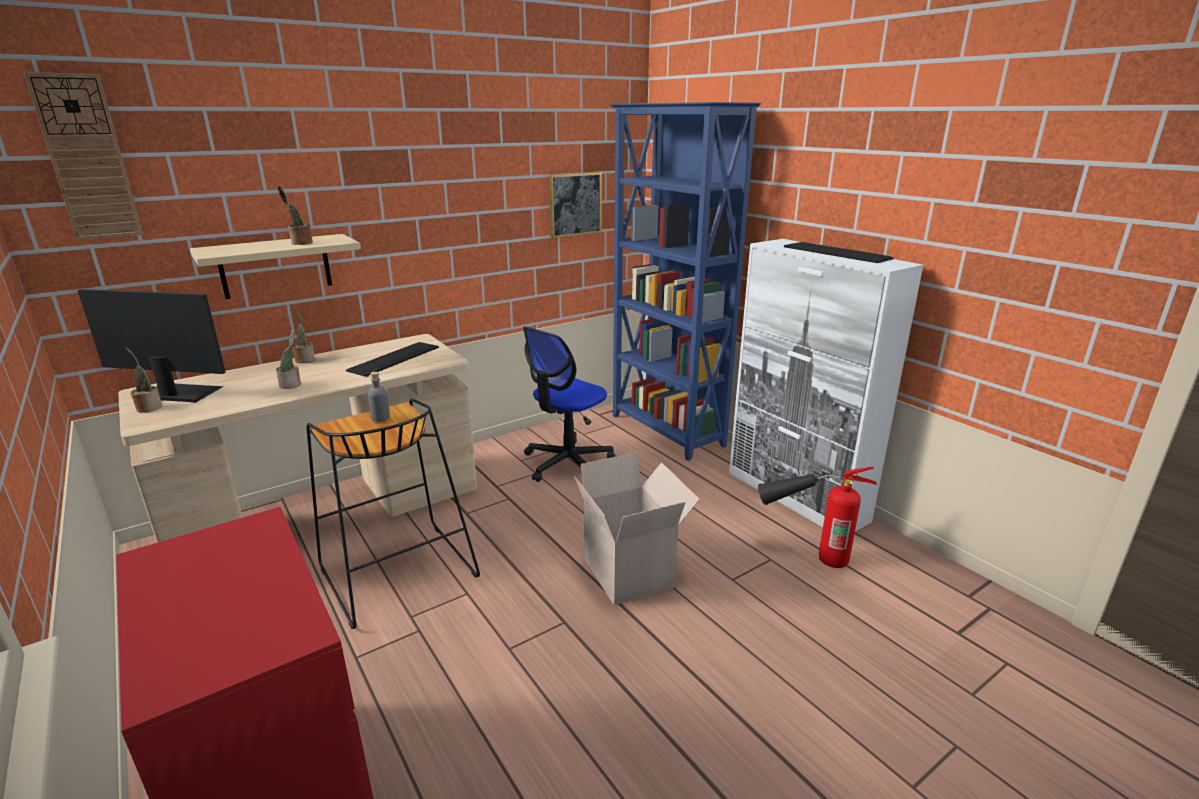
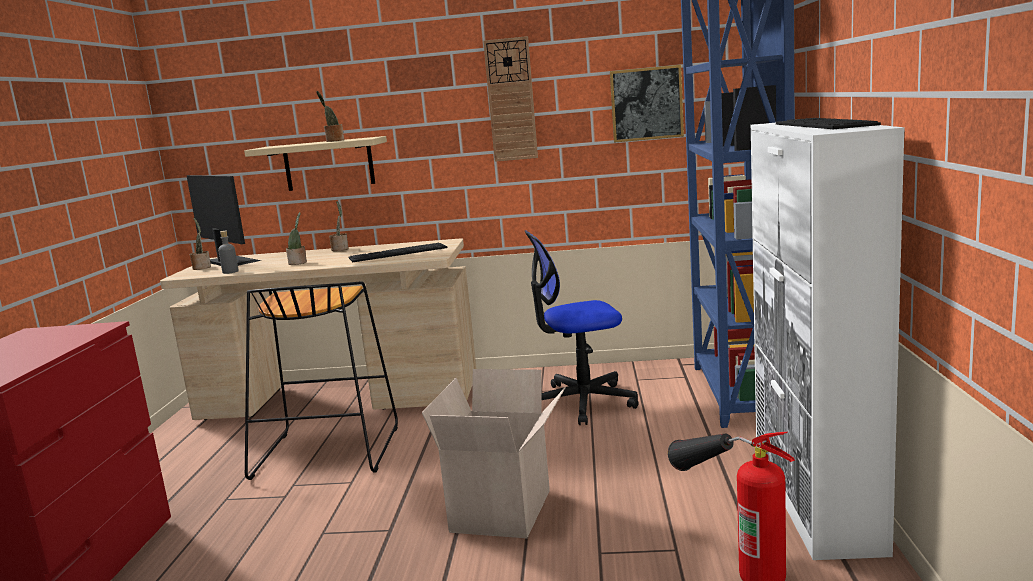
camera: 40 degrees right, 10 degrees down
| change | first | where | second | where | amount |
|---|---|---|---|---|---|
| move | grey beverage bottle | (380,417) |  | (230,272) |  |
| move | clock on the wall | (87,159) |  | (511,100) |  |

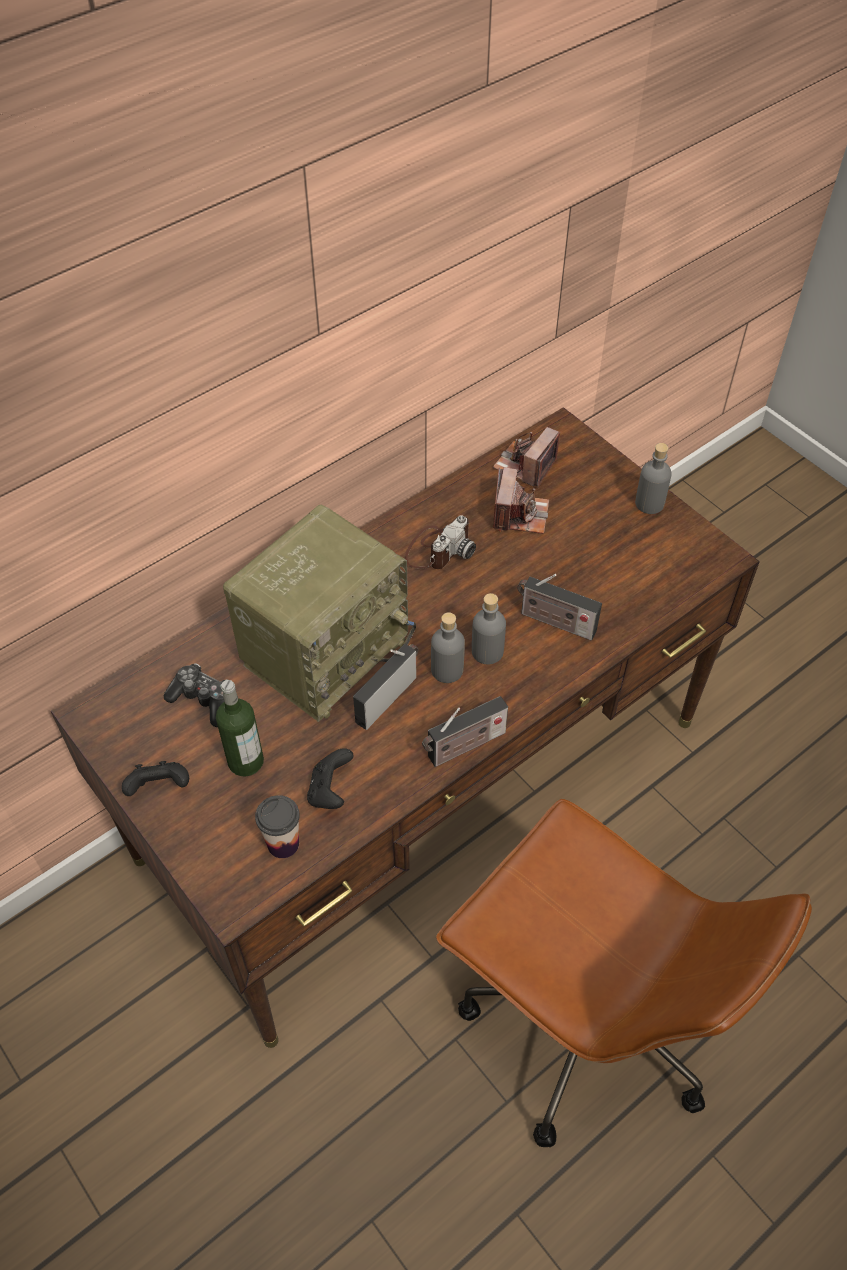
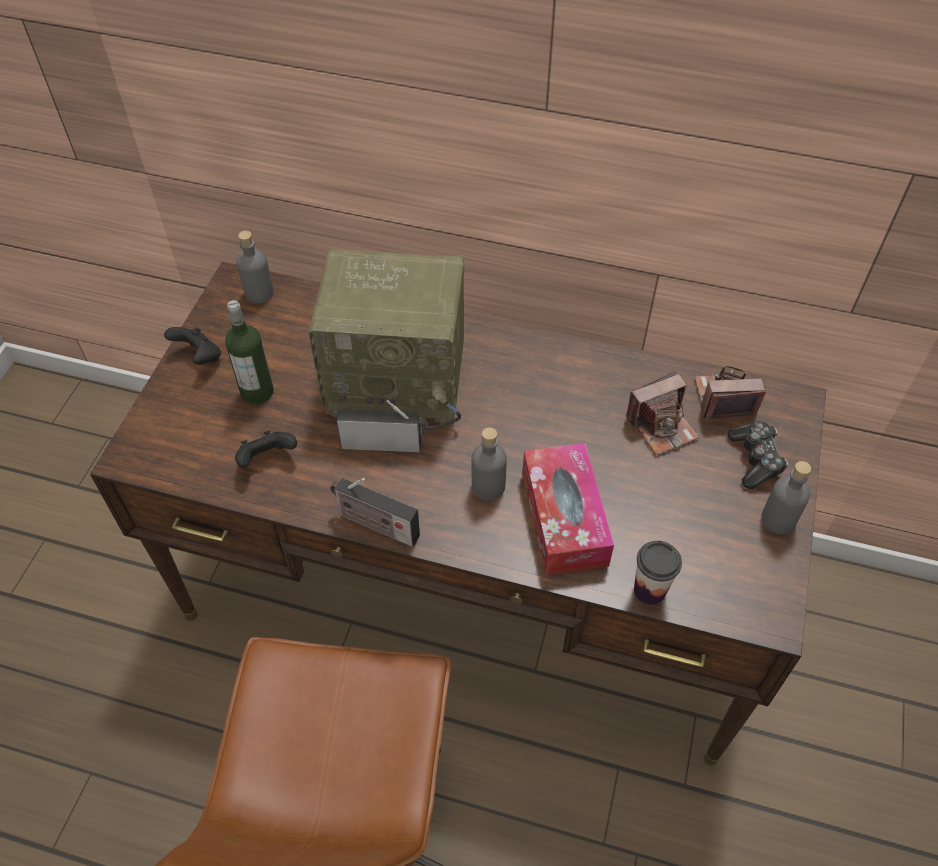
camera: 55 degrees right, 0 degrees up
| change | first | where | second | where | amount |
|---|---|---|---|---|---|
| move | grey beverage bottle | (447,670) |  | (259,293) |  |
| replace | radio | (554,622) | box of tissues | (564,518) |  |
| move | drinking cup | (283,843) |  | (649,590) |  |
| move | gamepad | (203,699) |  | (755,459) |  |
| delete | photo camera | (438,549) |  |  |  |

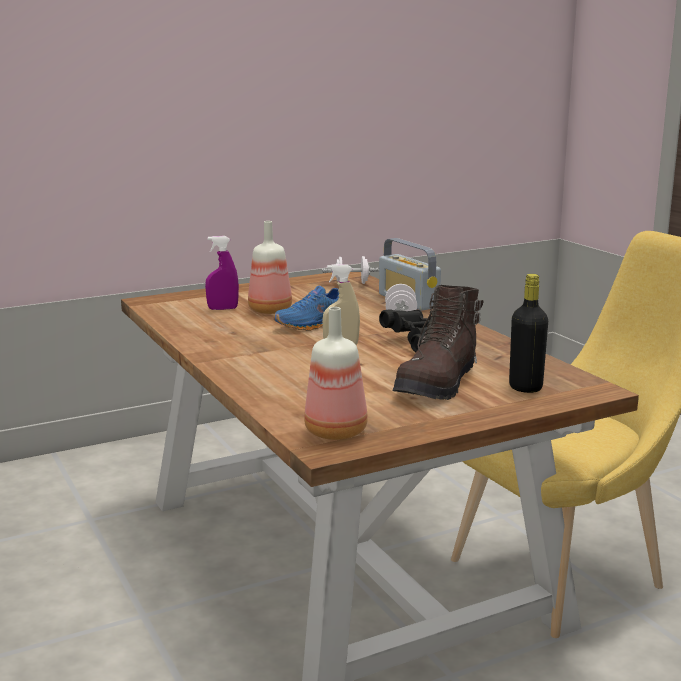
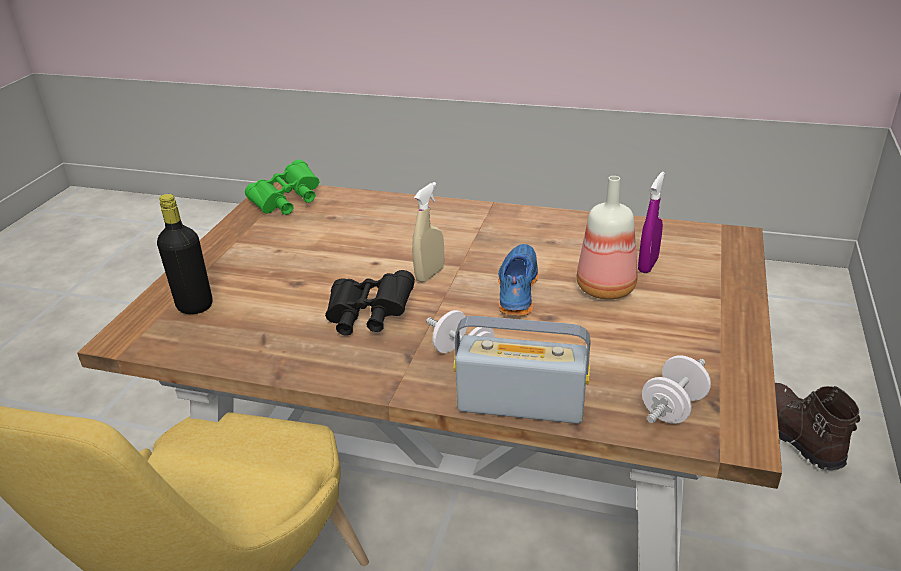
camera: 135 degrees right, 15 degrees up
| change | first | where | second | where | amount |
|---|---|---|---|---|---|
| replace | beverage bottle | (337,431) | green-coloured field glasses | (287,202) |  |
| move | brownish high-top boot | (439,384) |  | (795,436) |  |

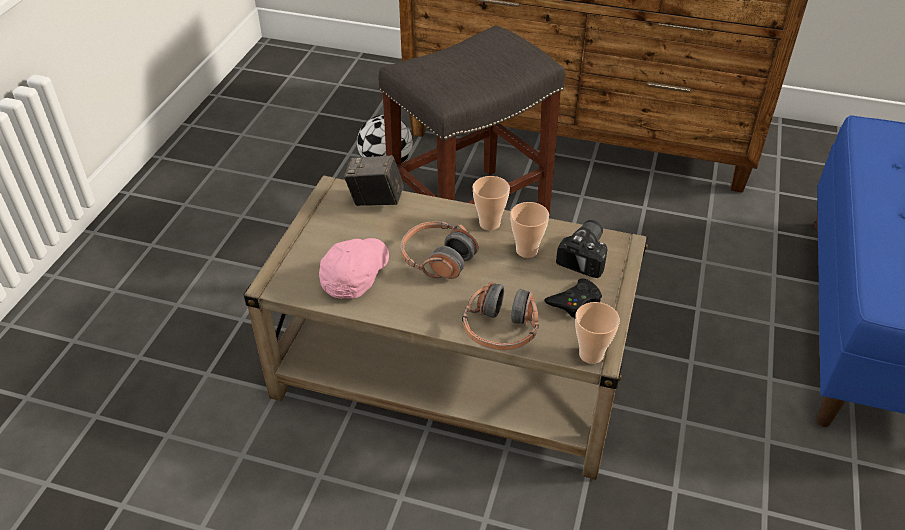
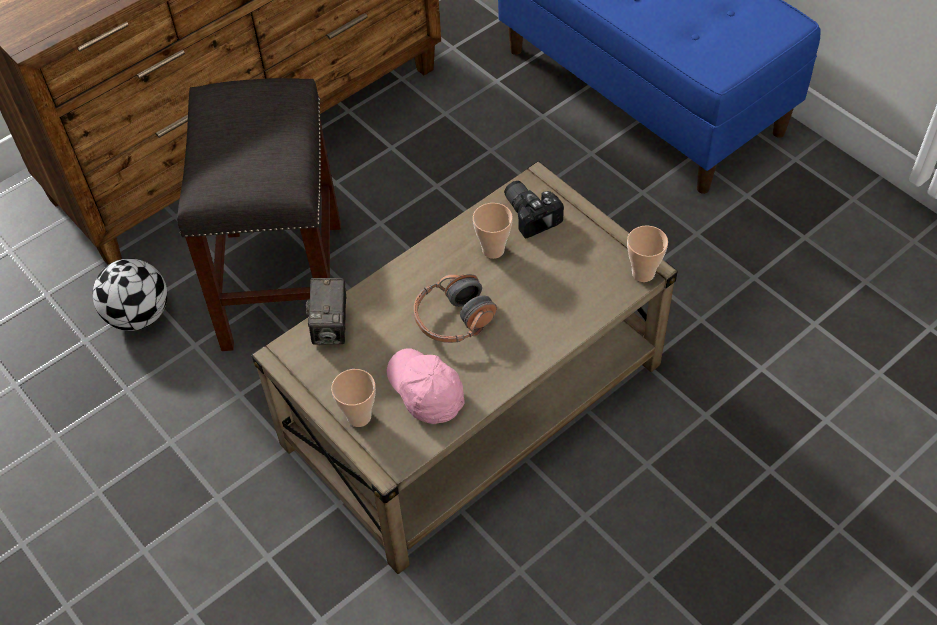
camera: 55 degrees left, 10 degrees up
| change | first | where | second | where | amount |
|---|---|---|---|---|---|
| rotate | photo camera | (376,200) |  | (331,328) | 45 degrees counterclockwise |
| move | drinking cup | (489,223) |  | (359,416) |  |
| delete | headset | (501,329) |  |  |  |
| delete | black-coloured gamepad | (575,302) |  |  |  |

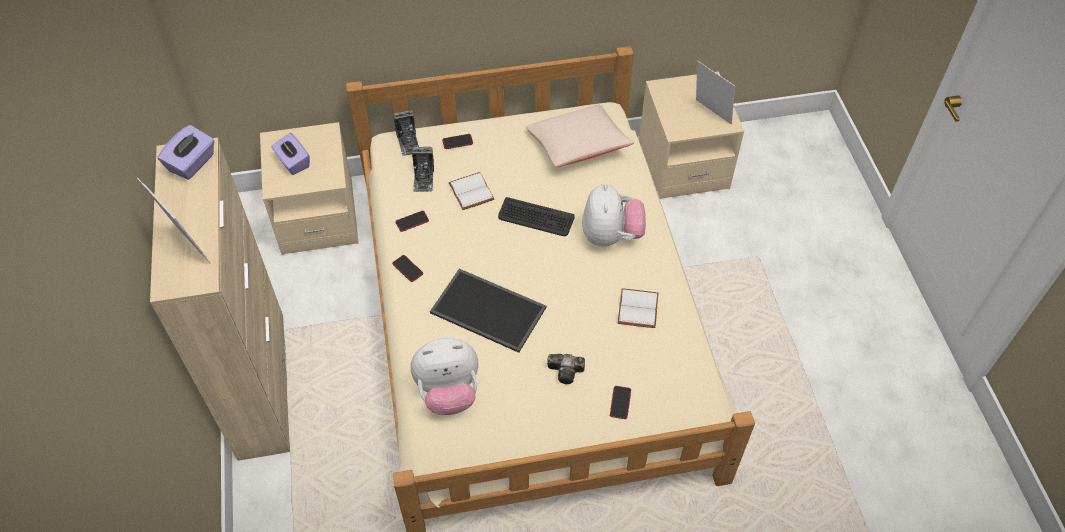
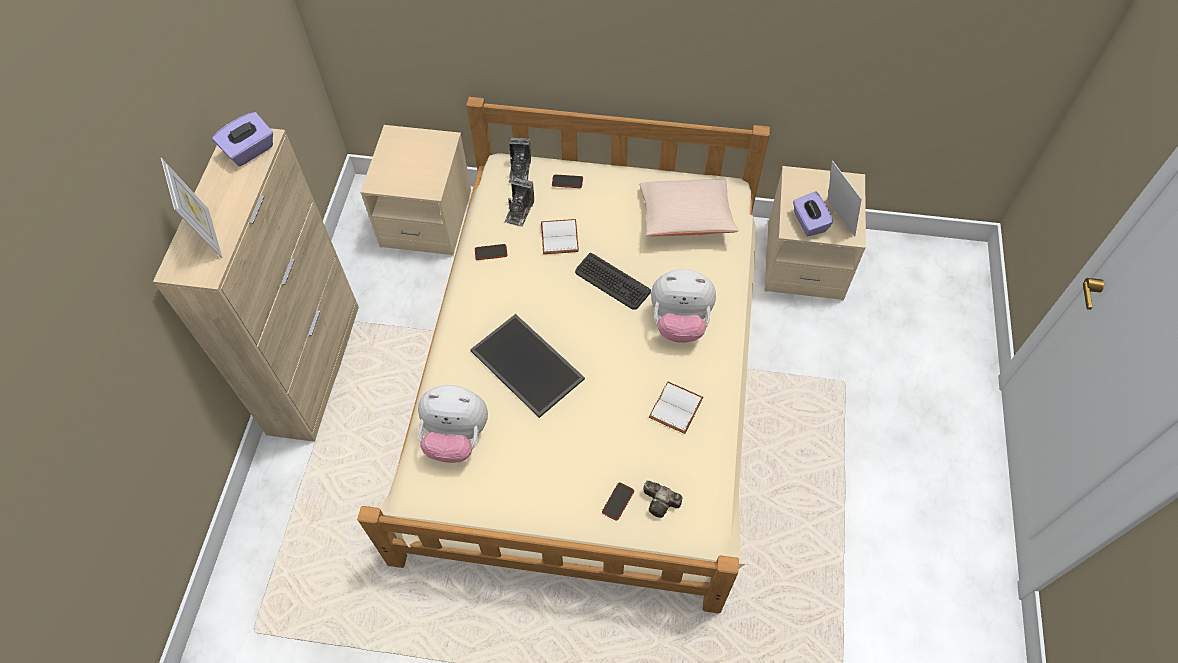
camera: 20 degrees right, 5 degrees up
| change | first | where | second | where | amount |
|---|---|---|---|---|---|
| move | photo camera | (567,372) |  | (662,503) |  |
| rotate | plush toy | (611,236) |  | (680,322) | 75 degrees clockwise |
| move | purple box of tissues | (293,162) |  | (809,222) |  |
| delete | telephone | (407,269) |  |  |  |

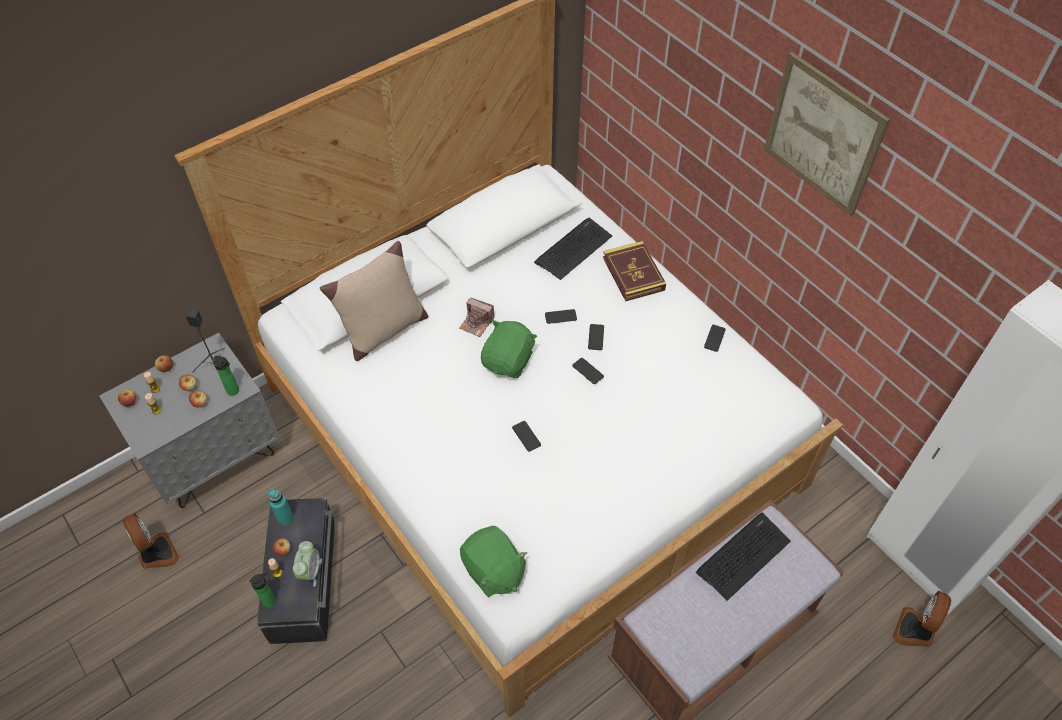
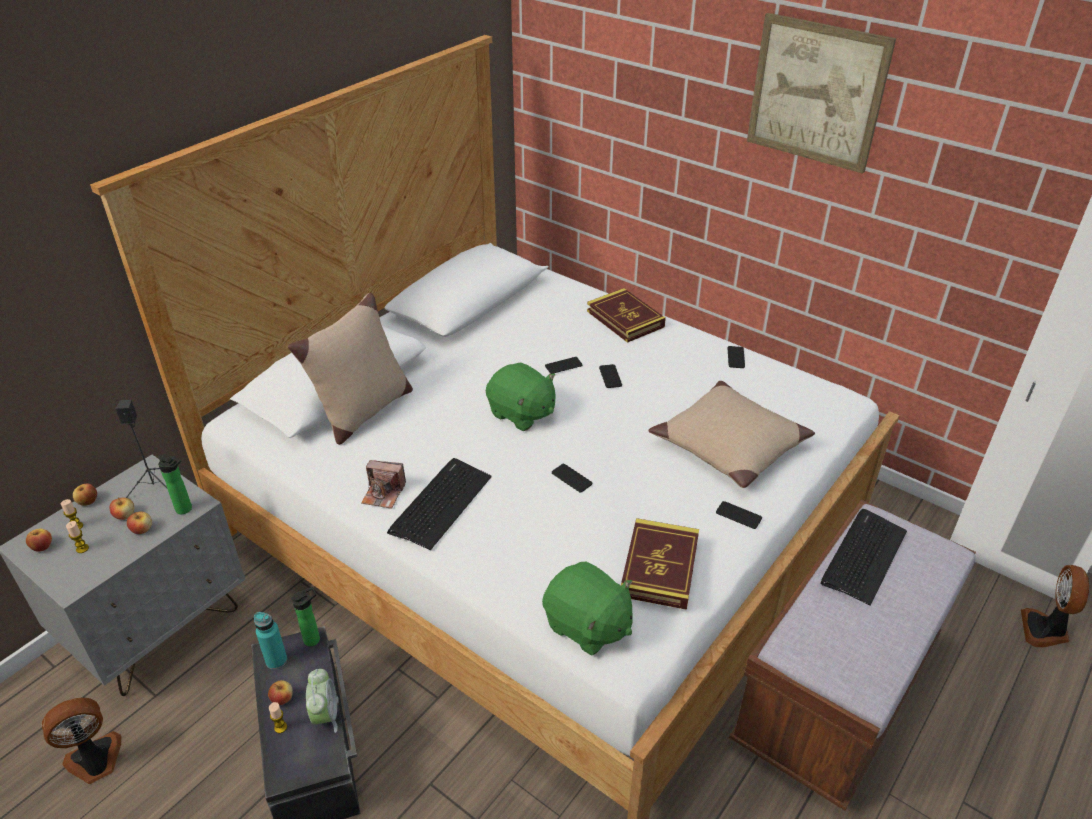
camera: 15 degrees left, 15 degrees down
| change | first | where | second | where | amount |
|---|---|---|---|---|---|
| rotate | cooling fan | (157,554) |  | (95,761) | 75 degrees counterclockwise |
| move | beverage bottle | (271,601) |  | (314,638) |  |
| move | photo camera | (476,323) |  | (383,494) |  |
| move | computer keyboard | (573,249) |  | (440,503) |  |
| rotate | green-coloured plush toy | (508,361) |  | (521,413) | 120 degrees clockwise |
| insert |  |  | book | (659,567) |  |
| insert |  |  | beige cushion | (728,445) |  |
| move | telephone | (588,371) |  | (738,515) |  |

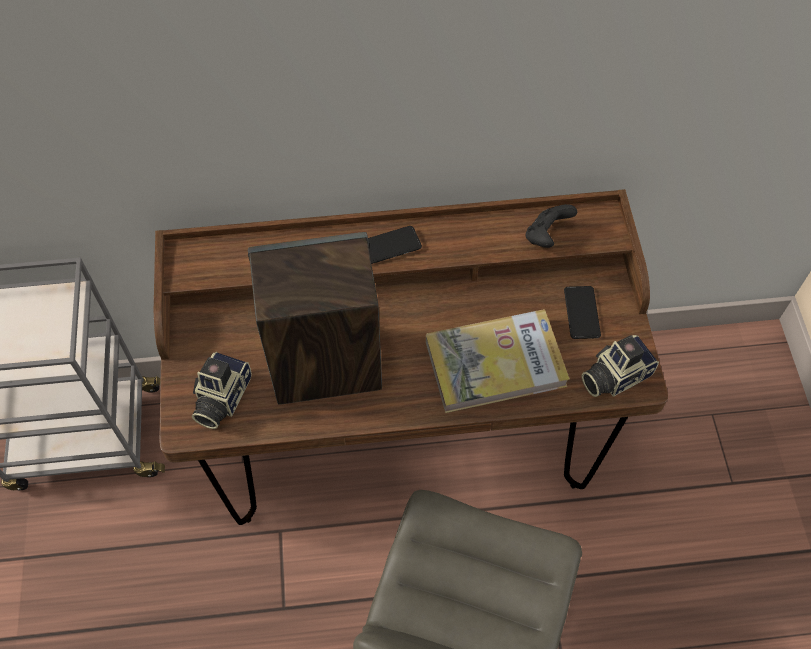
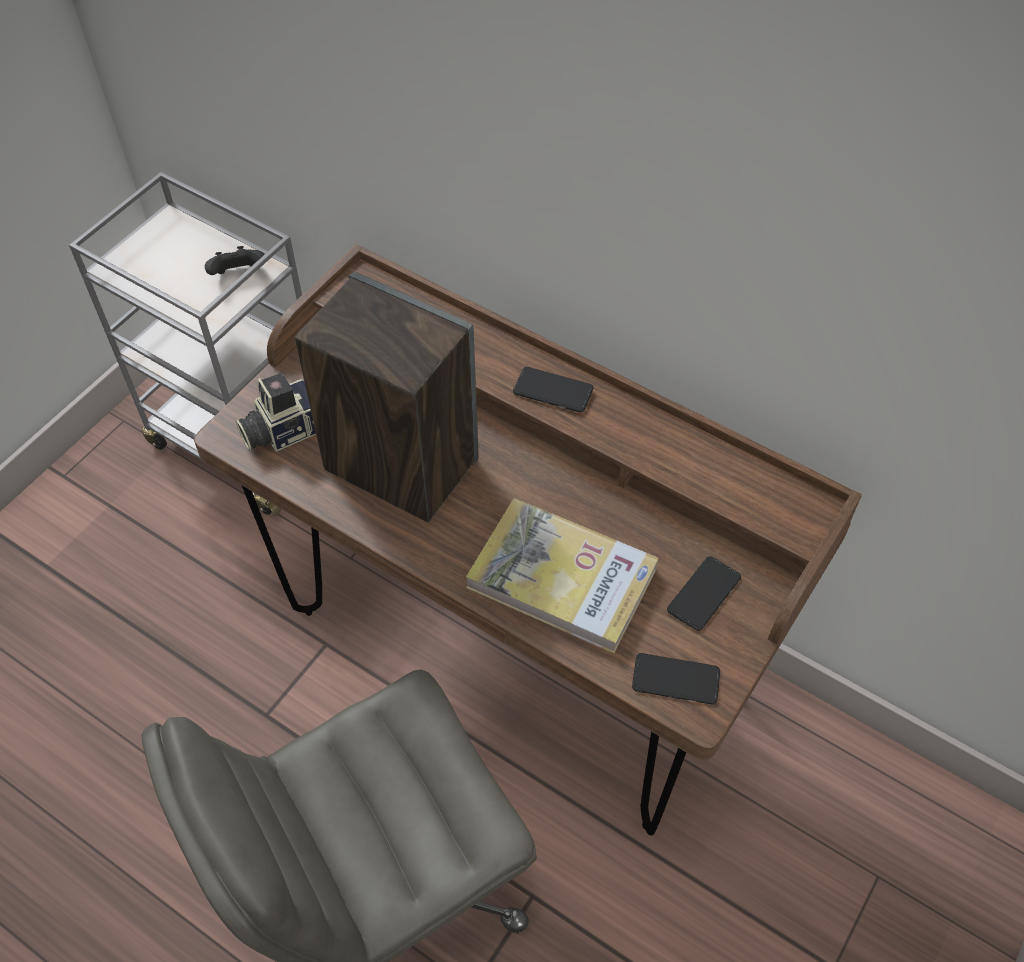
camera: 40 degrees right, 5 degrees down
| change | first | where | second | where | amount |
|---|---|---|---|---|---|
| move | black-coloured gamepad | (546,236) |  | (239,275) |  |
| replace | photo camera | (613,375) | telephone | (675,679) |  |

